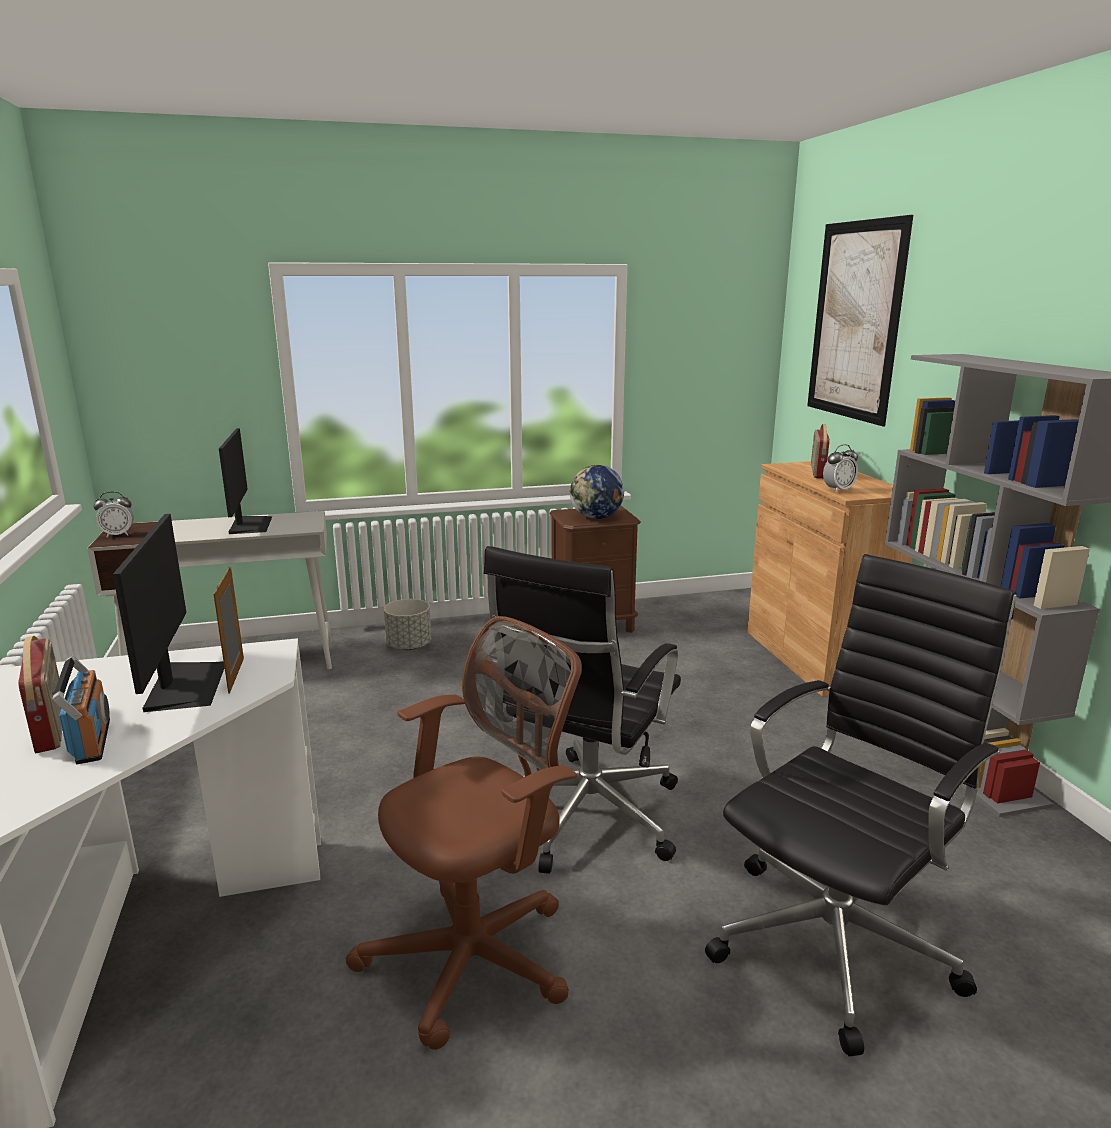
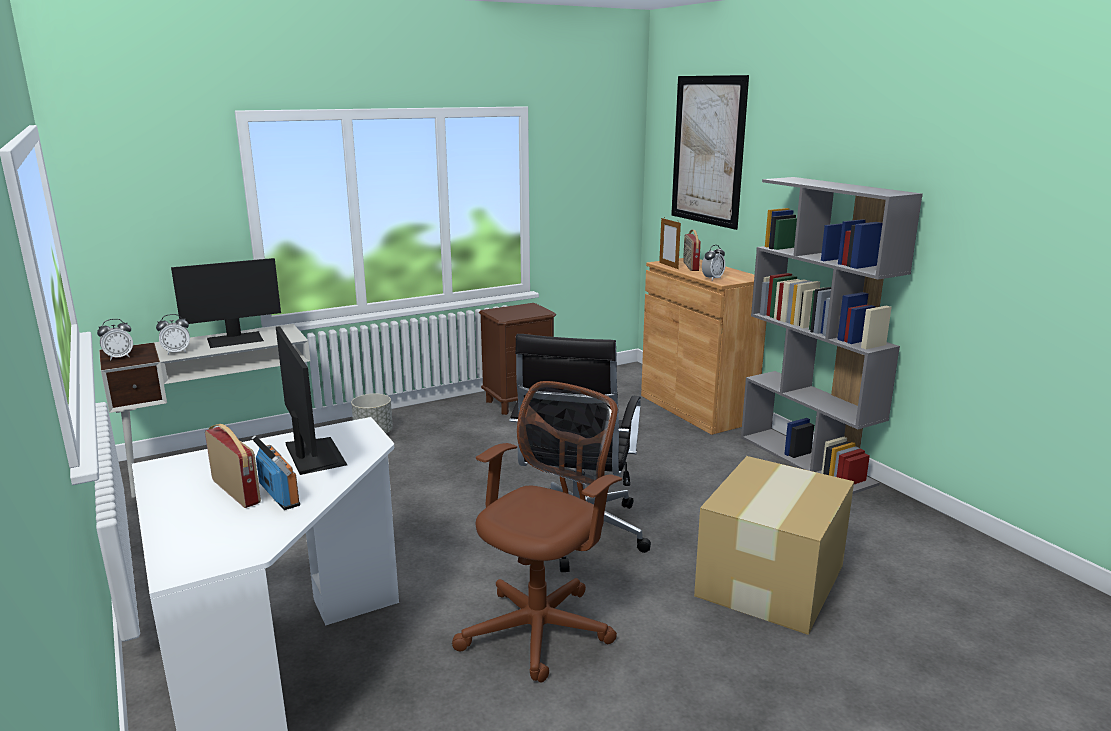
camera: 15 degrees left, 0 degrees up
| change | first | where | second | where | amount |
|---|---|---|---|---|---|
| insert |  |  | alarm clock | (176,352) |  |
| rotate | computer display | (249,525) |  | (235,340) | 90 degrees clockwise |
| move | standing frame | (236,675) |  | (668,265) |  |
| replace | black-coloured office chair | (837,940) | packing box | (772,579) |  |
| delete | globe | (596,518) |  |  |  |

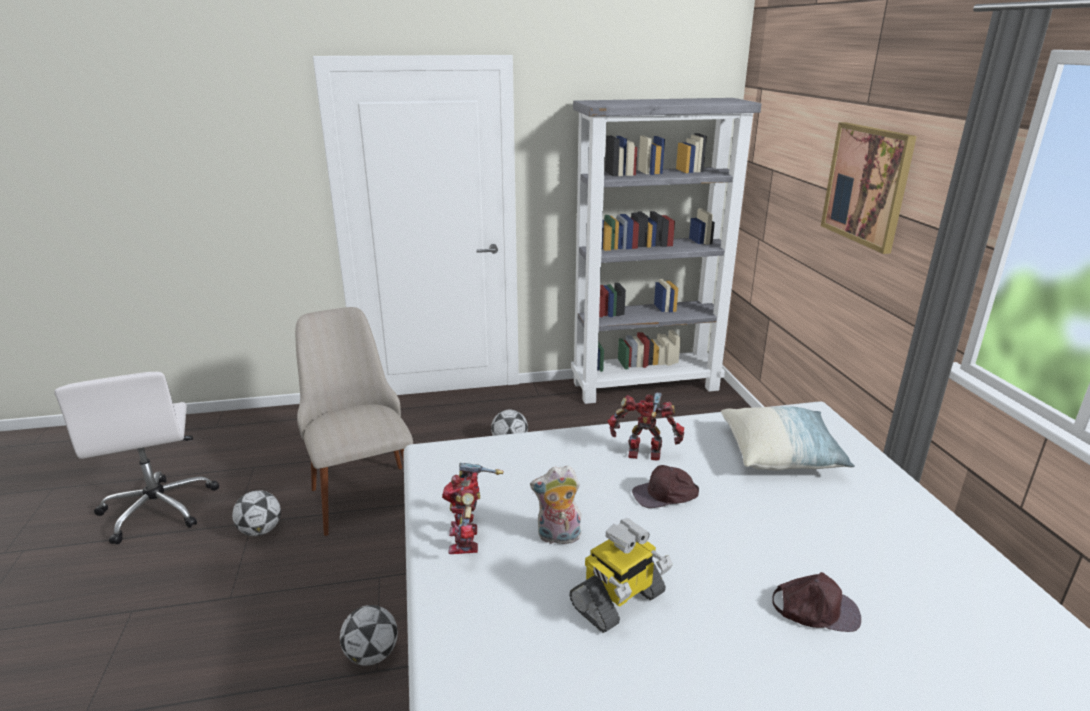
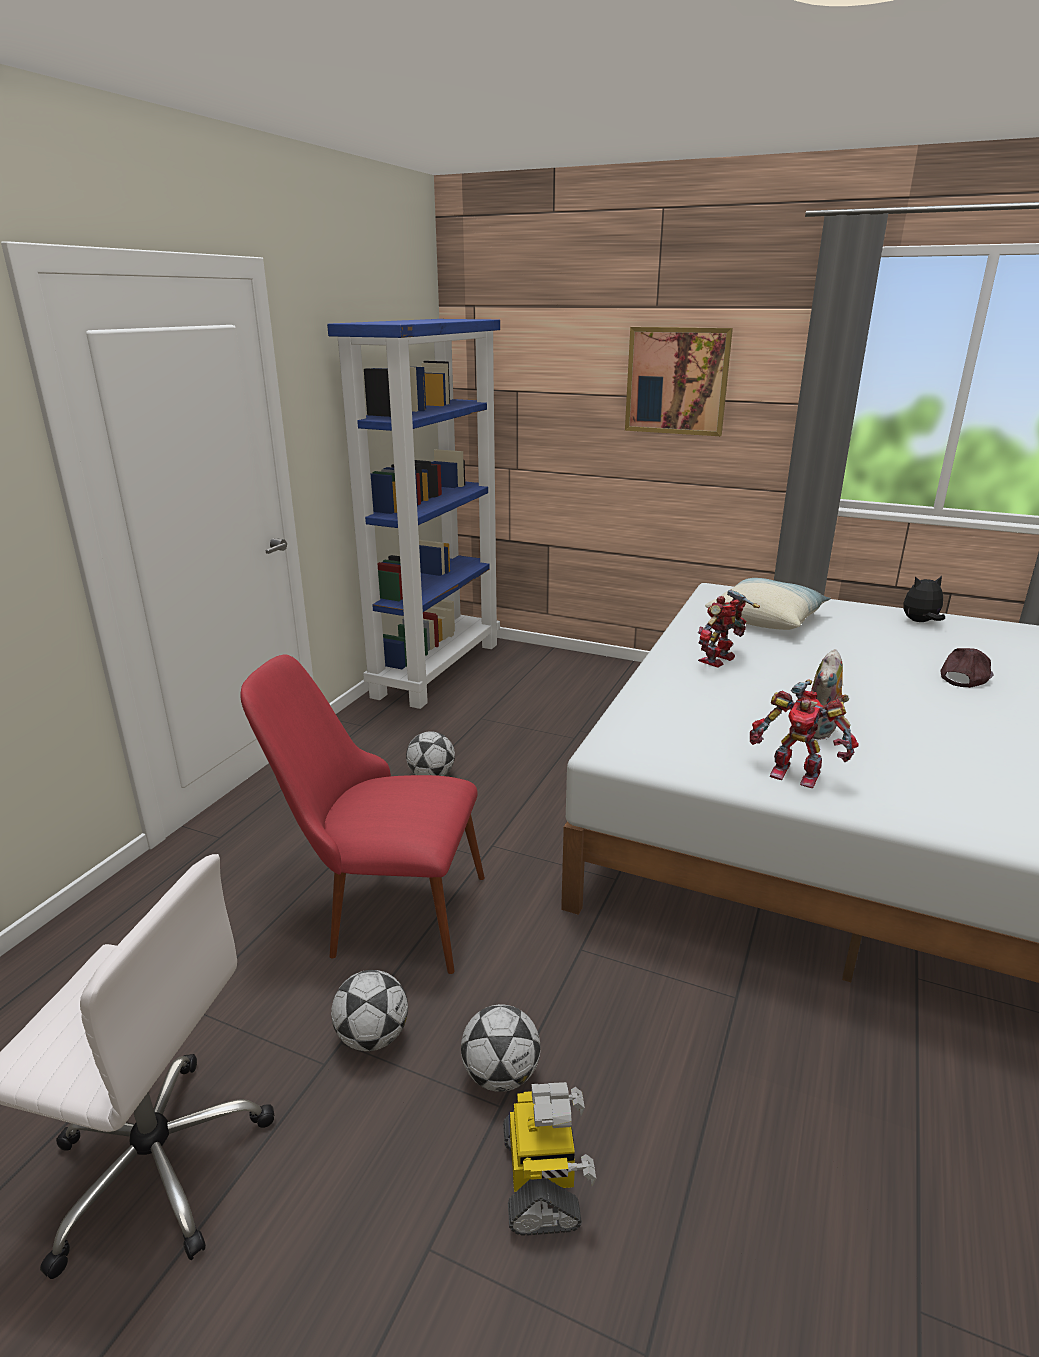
camera: 55 degrees left, 0 degrees up
| change | first | where | second | where | amount |
|---|---|---|---|---|---|
| recolor | beige plain chair | (361,487) | red-coloured plain chair | (382,911) |  |
| recolor | grey bookshelf | (646,385) | blue-coloured bookshelf | (437,669) |  |
| move | football | (372,654) |  | (500,1074) |  |
| move | model robot | (618,601) |  | (542,1180) |  |
| insert |  |  | plush toy | (920,622) |  |
| delete | brownish peaked cap | (665,495) |  |  |  |

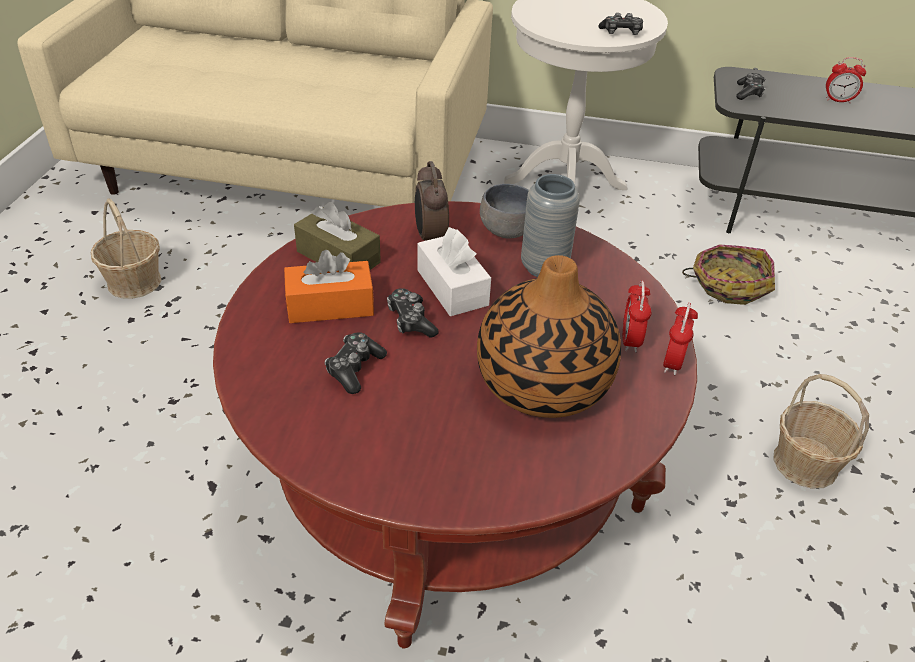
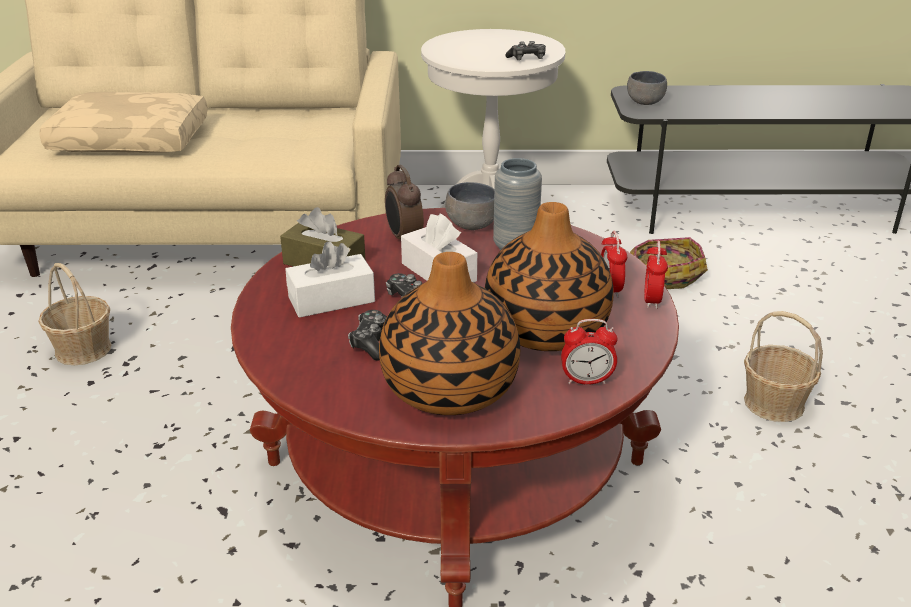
camera: 10 degrees left, 10 degrees down
| change | first | where | second | where | amount |
|---|---|---|---|---|---|
| insert |  |  | beige cushion | (132,139) |  |
| recolor | orange box of tissues | (330,305) | white-coloured box of tissues | (331,300) |  |
| insert |  |  | vase | (449,389) |  |
| move | alarm clock | (838,100) |  | (586,381) |  |
| replace | gamepad | (748,93) | grey serving bowl | (646,103) |  |

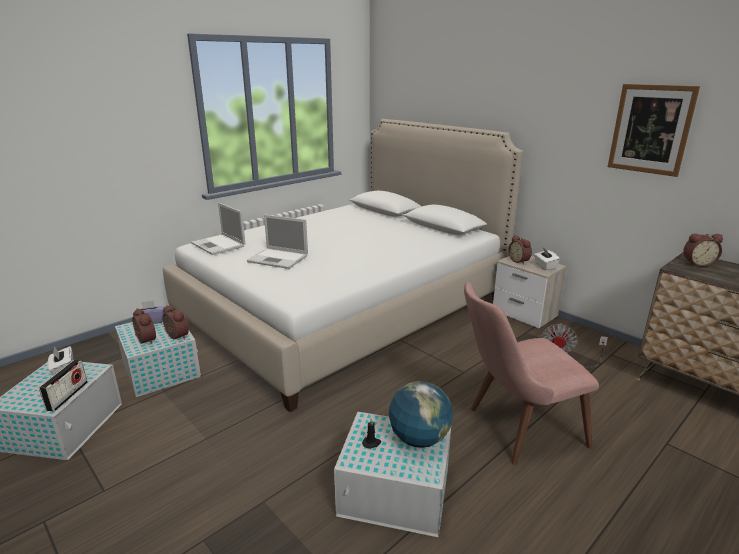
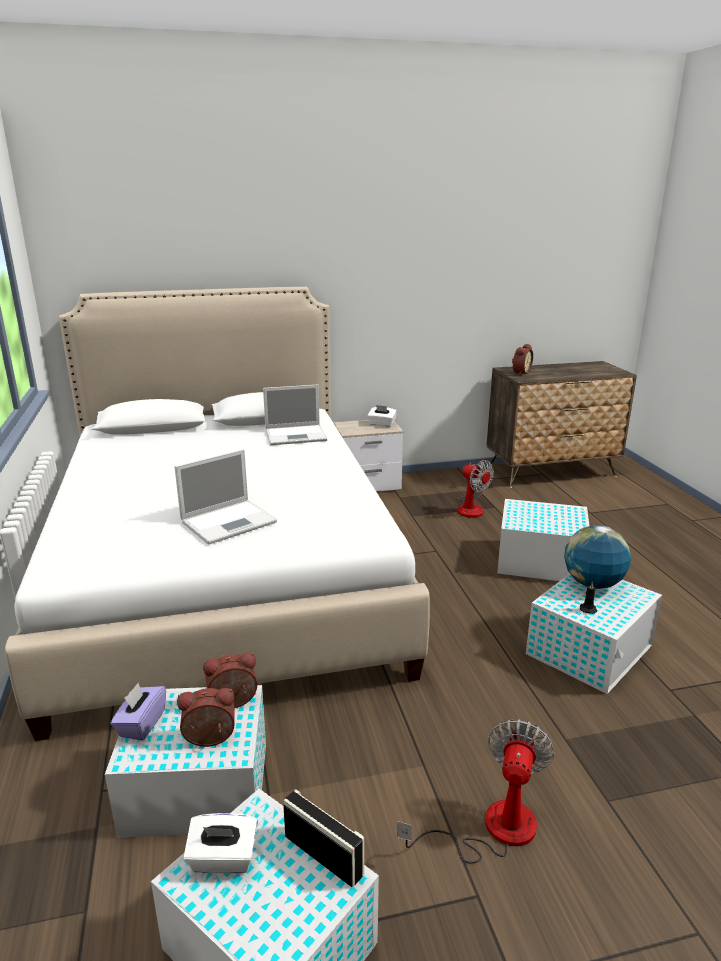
camera: 60 degrees left, 0 degrees up
| change | first | where | second | where | amount |
|---|---|---|---|---|---|
| move | portable computer | (219,245) |  | (297,435) |  |
| insert |  |  | cooling fan | (492,829) |  |
| replace | pink-coloured plain chair | (514,429) | white-coloured storage bin | (538,561) |  |
| delete | alarm clock | (519,261) |  |  |  |
| delete | wall art | (650,129) |  |  |  |

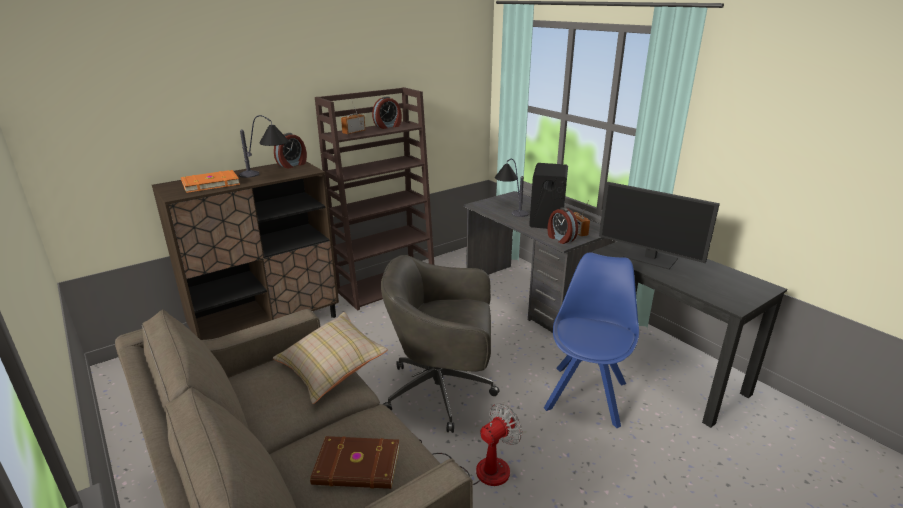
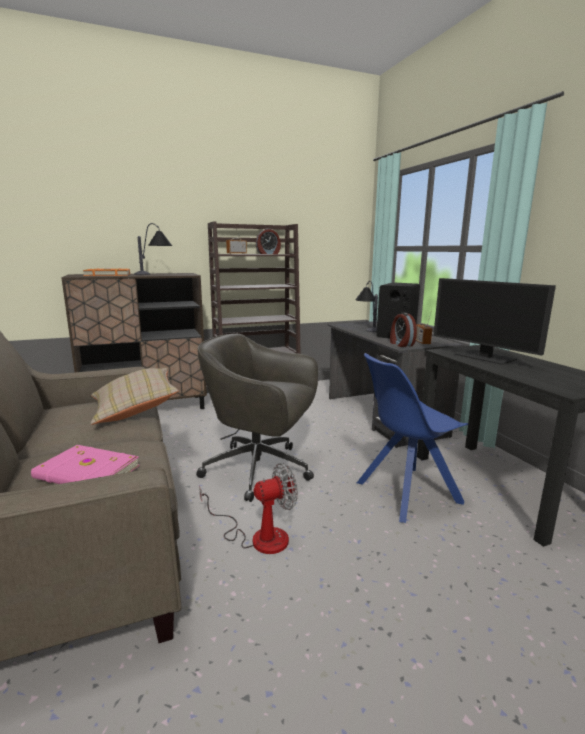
camera: 15 degrees right, 10 degrees down
| change | first | where | second | where | amount |
|---|---|---|---|---|---|
| recolor | brownish book | (357,467) | pink-coloured book | (87,473) |  |
| rotate | blue-coloured plain chair | (587,394) |  | (405,493) | 150 degrees counterclockwise |
| delete | alarm clock | (292,165) |  |  |  |

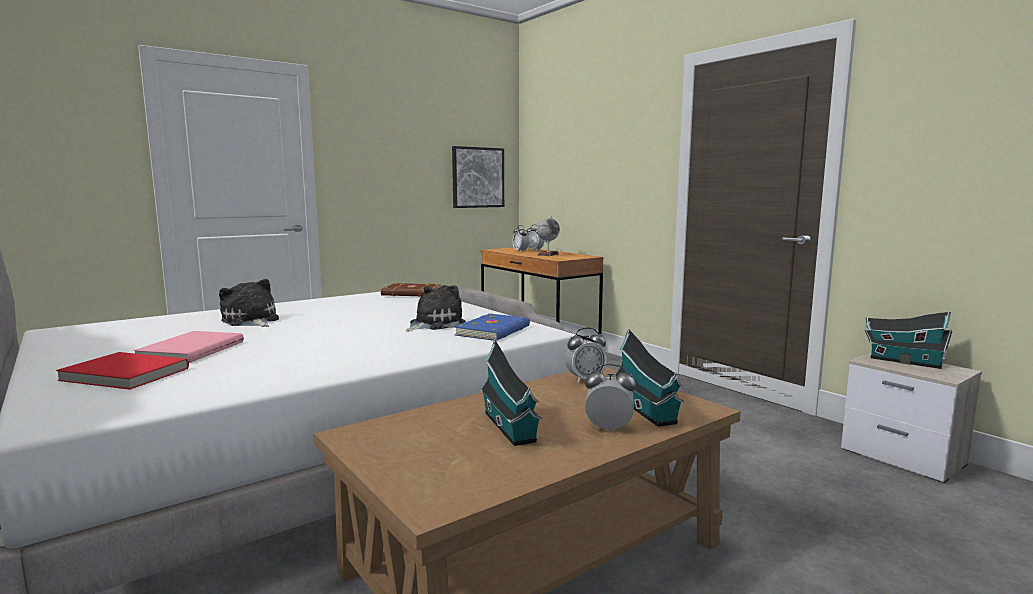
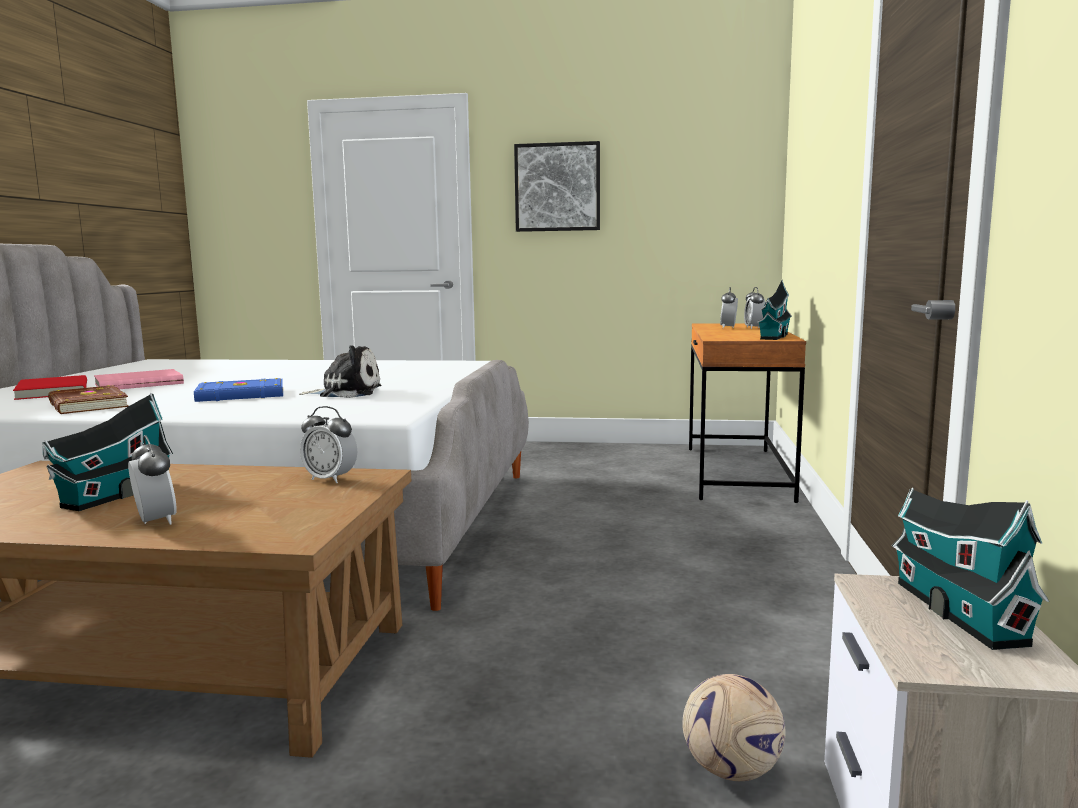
camera: 45 degrees right, 0 degrees up
| change | first | where | second | where | amount |
|---|---|---|---|---|---|
| move | brownish book | (411,293) |  | (86,405) |  |
| move | blue-coloured book | (494,331) |  | (241,395) |  |
| move | wall art | (477,177) |  | (557,187) |  |
| insert |  |  | football | (732,771) |  |
| move | miniature house | (647,411) |  | (773,337) |  |
| delete | plush toy | (251,321) |  |  |  |
| delete | globe | (548,254) |  |  |  |

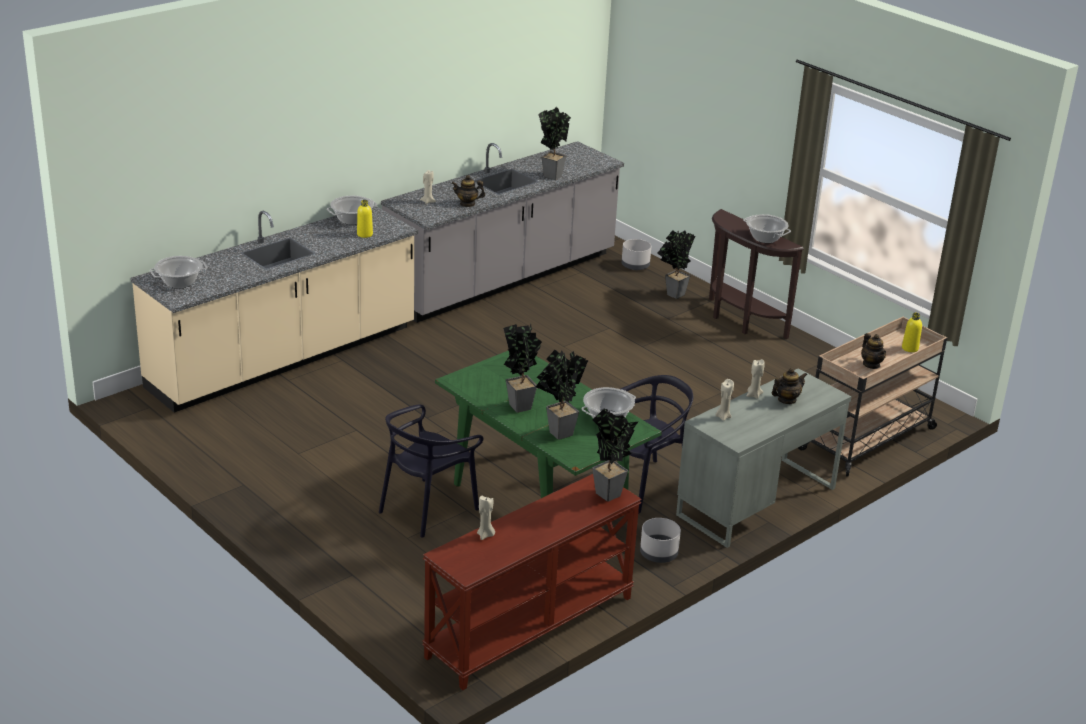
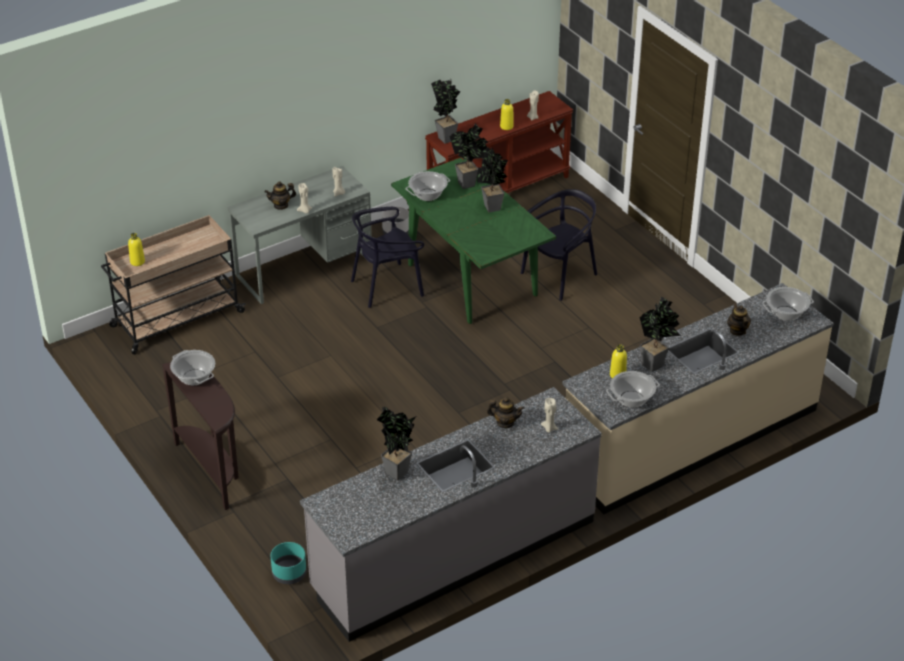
camera: 170 degrees left, 10 degrees up
| change | first | where | second | where | amount |
|---|---|---|---|---|---|
| recolor | grey flower pot | (635,265) | blue-green flower pot | (289,574) |  |
| insert |  |  | yellow beverage bottle | (506,126) |  |
| move | houseplant | (672,295) |  | (656,364) |  |
| move | pot for tea | (871,364) |  | (737,331) |  |

